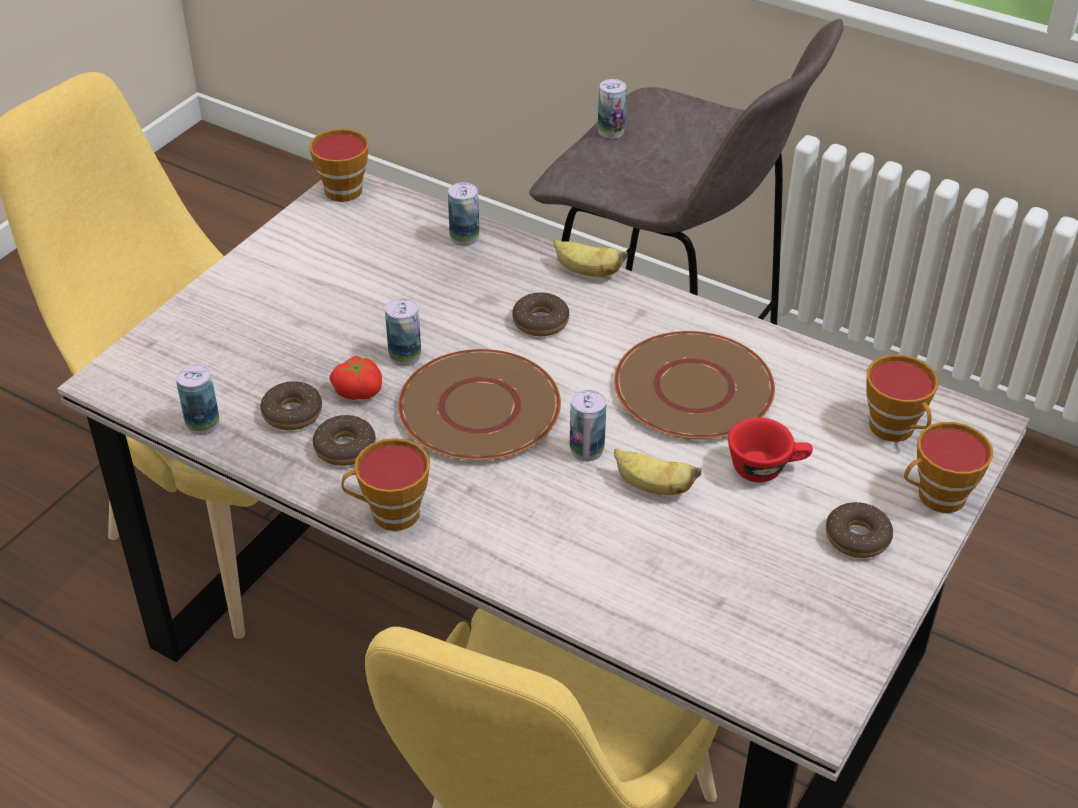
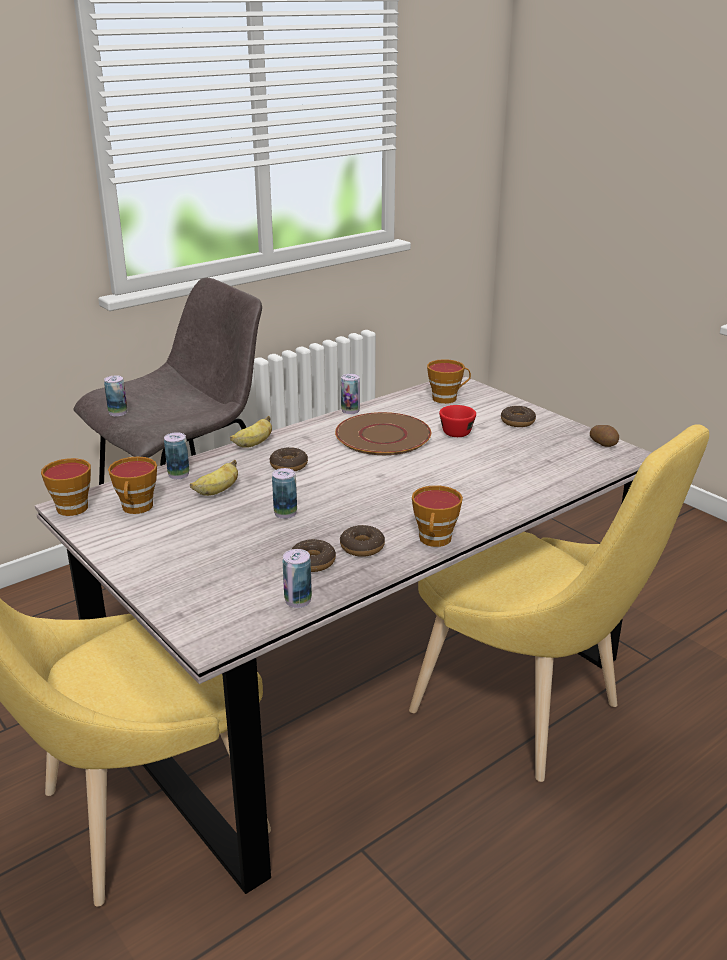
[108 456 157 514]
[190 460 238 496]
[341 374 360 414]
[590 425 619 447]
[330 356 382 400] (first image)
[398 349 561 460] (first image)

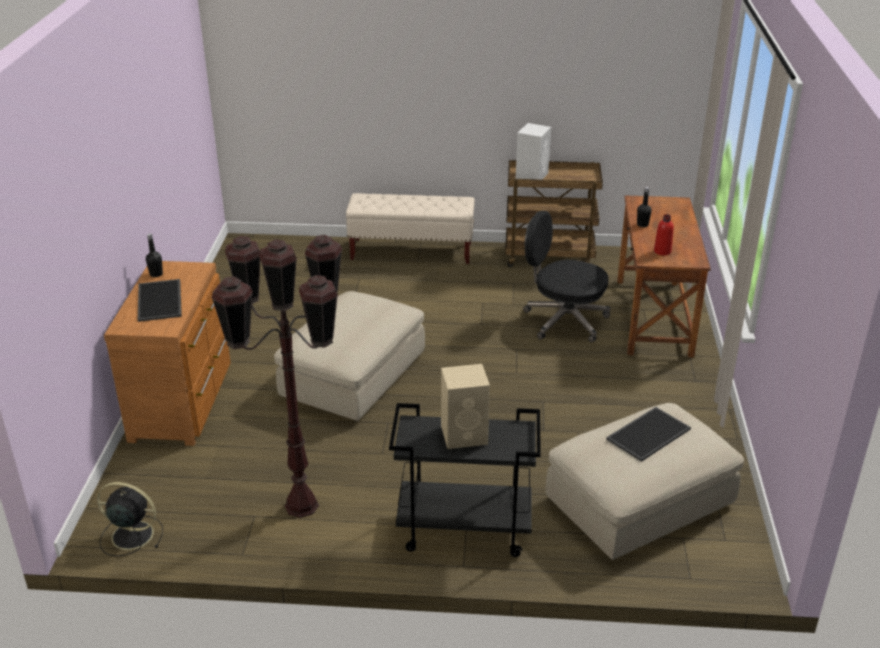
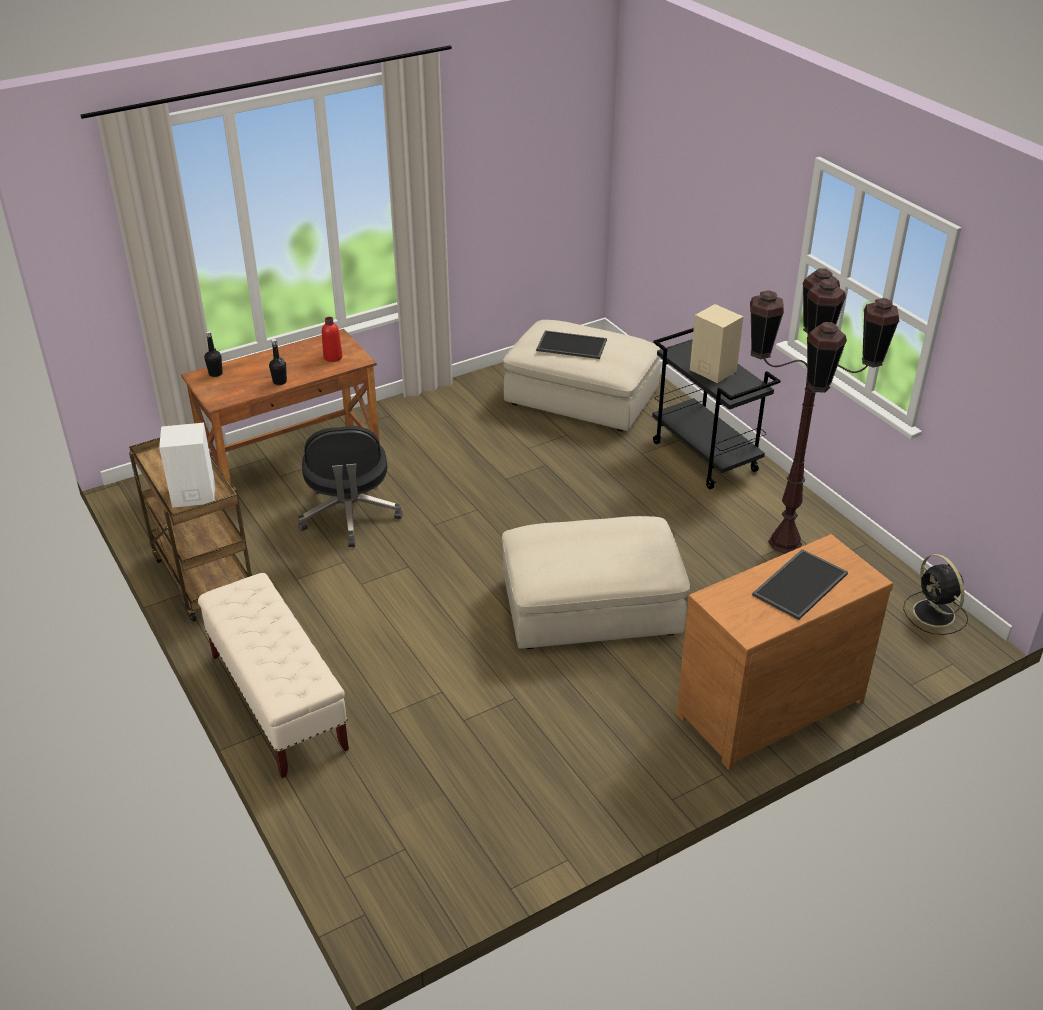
[204 331 223 377]

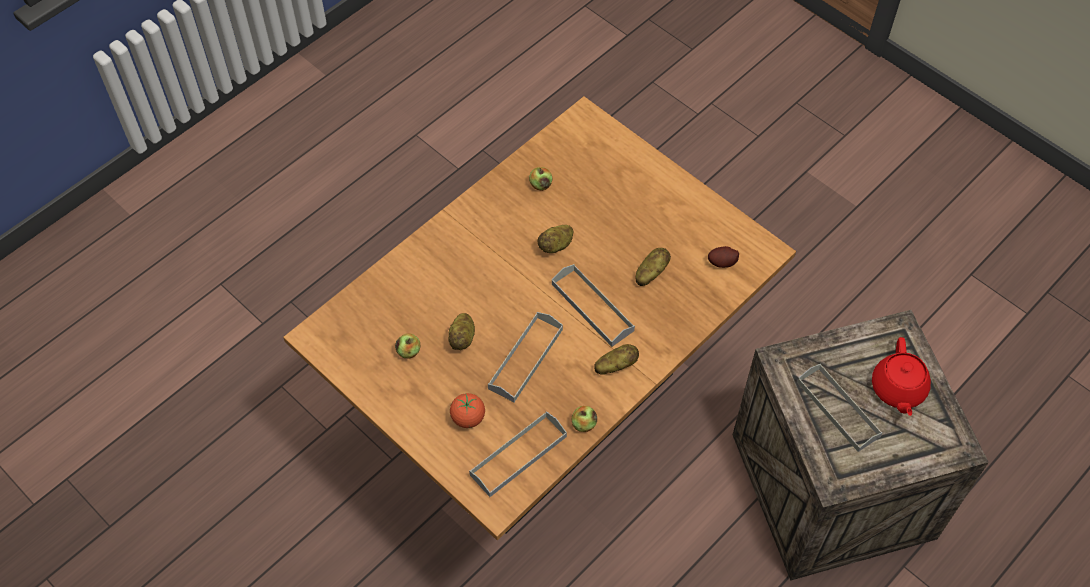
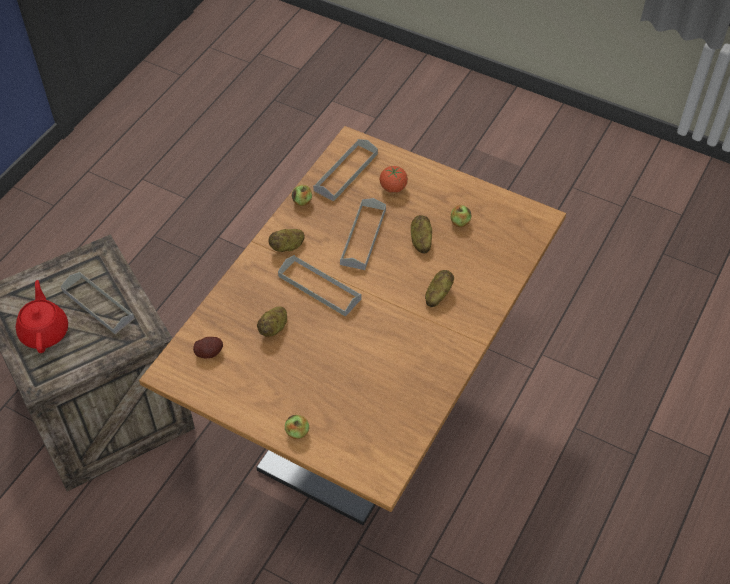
[285 415 309 439]
[425 270 454 307]

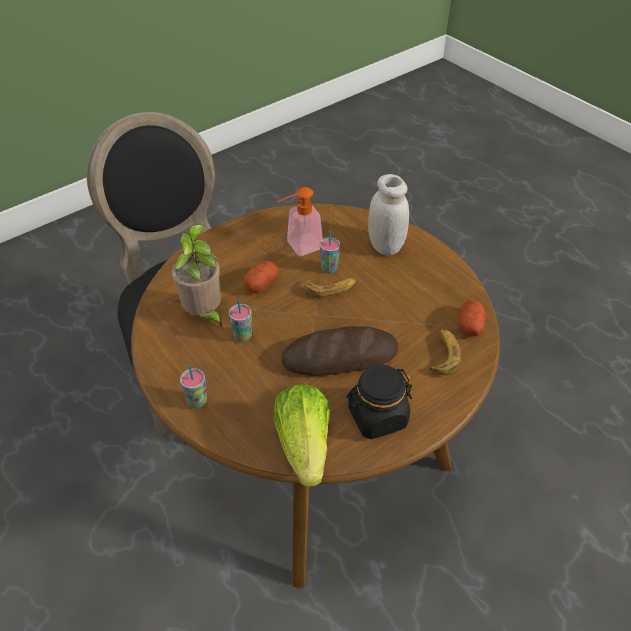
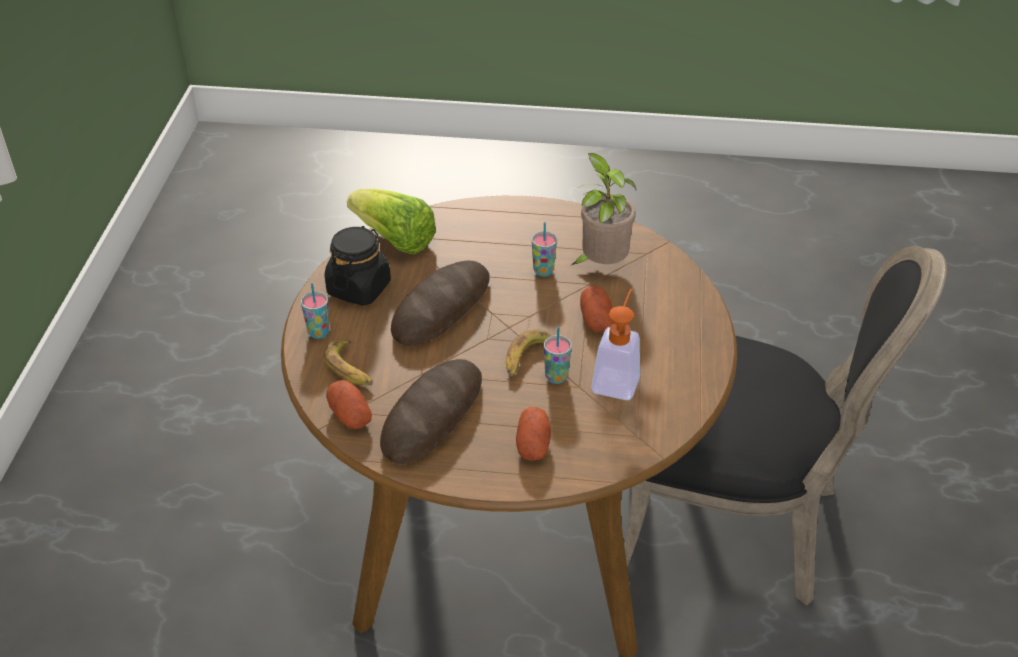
[301 283 330 339]
[380 359 482 464]
[516 407 551 461]

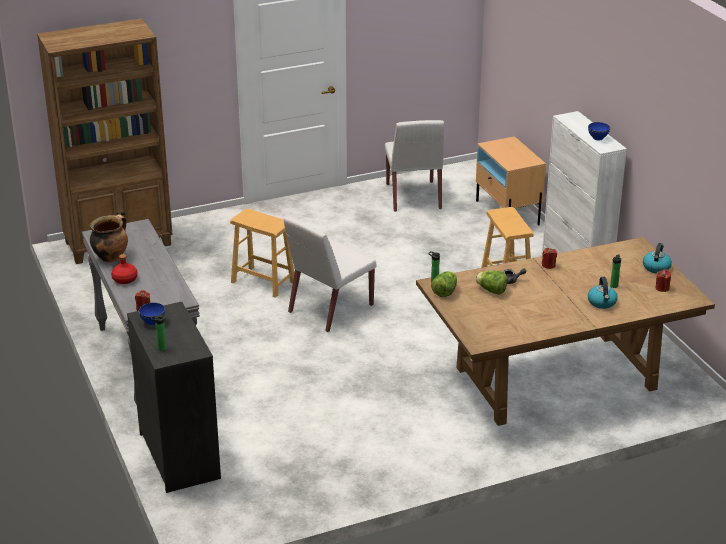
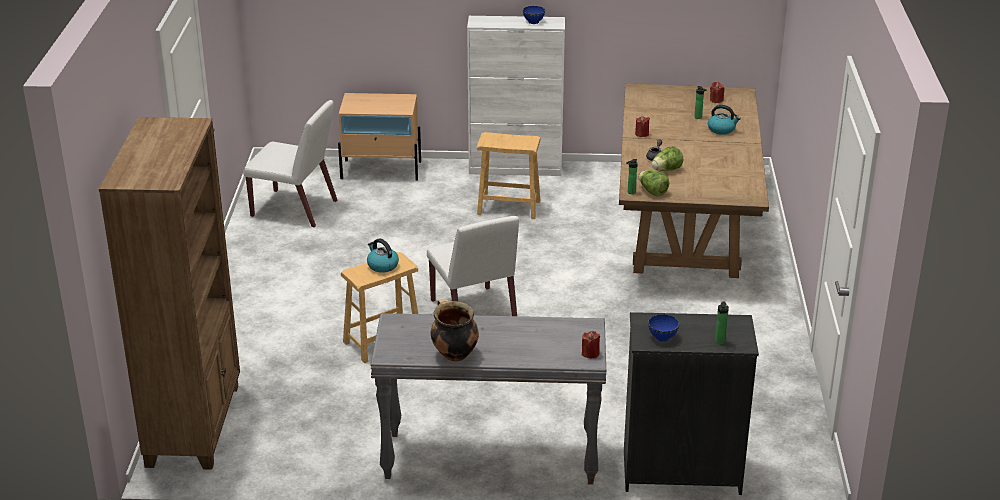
[367 238 399 273]
[111 254 138 284] (first image)

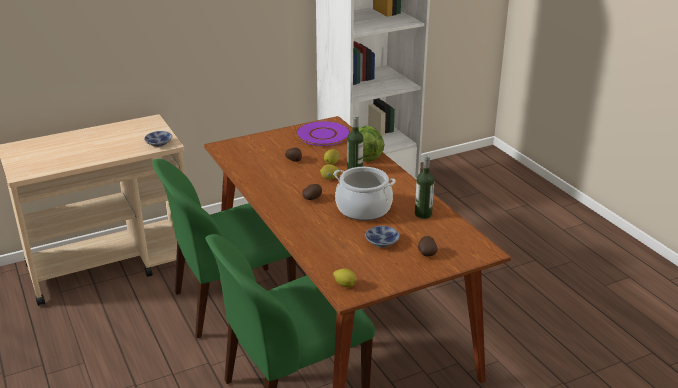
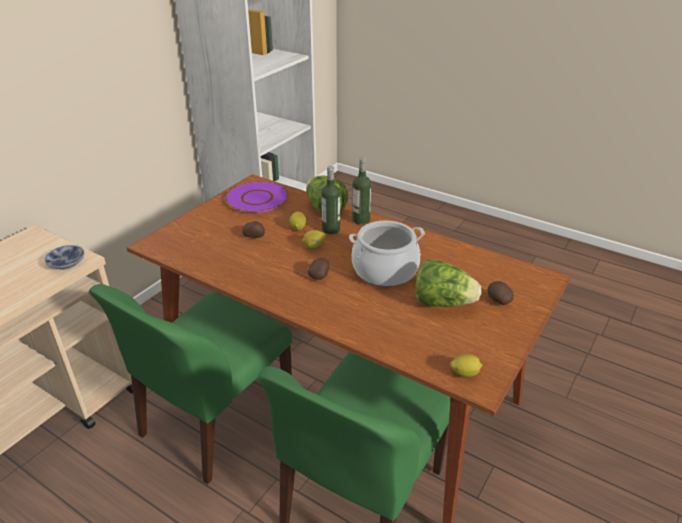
[352 157 371 225]
[415 259 481 307]

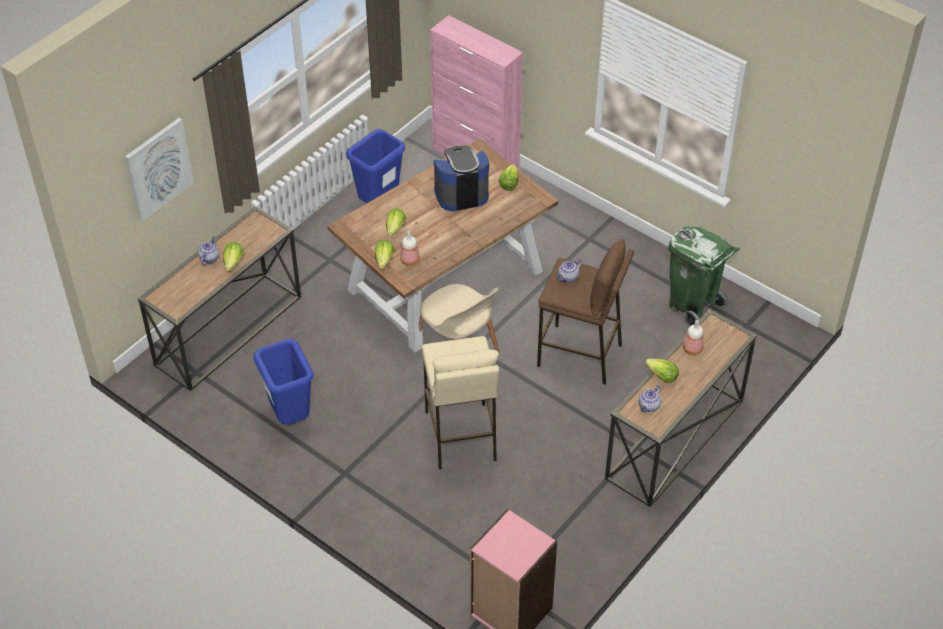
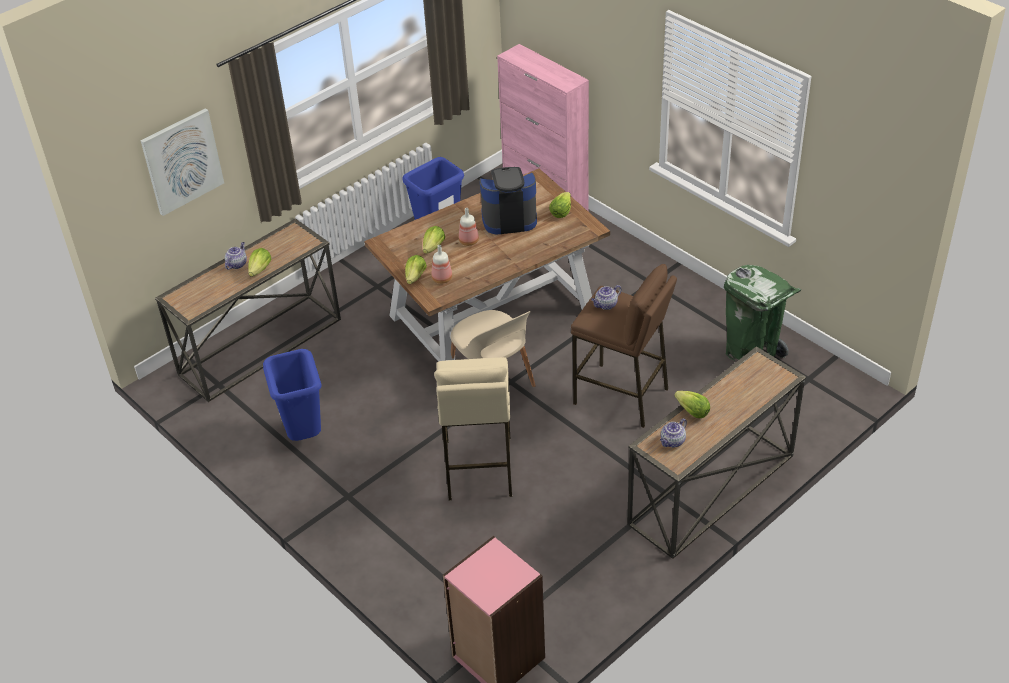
[459 208 479 246]

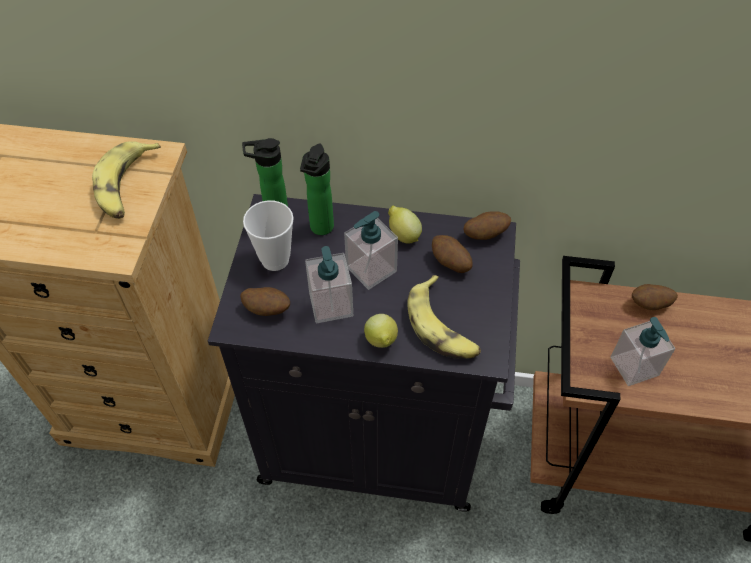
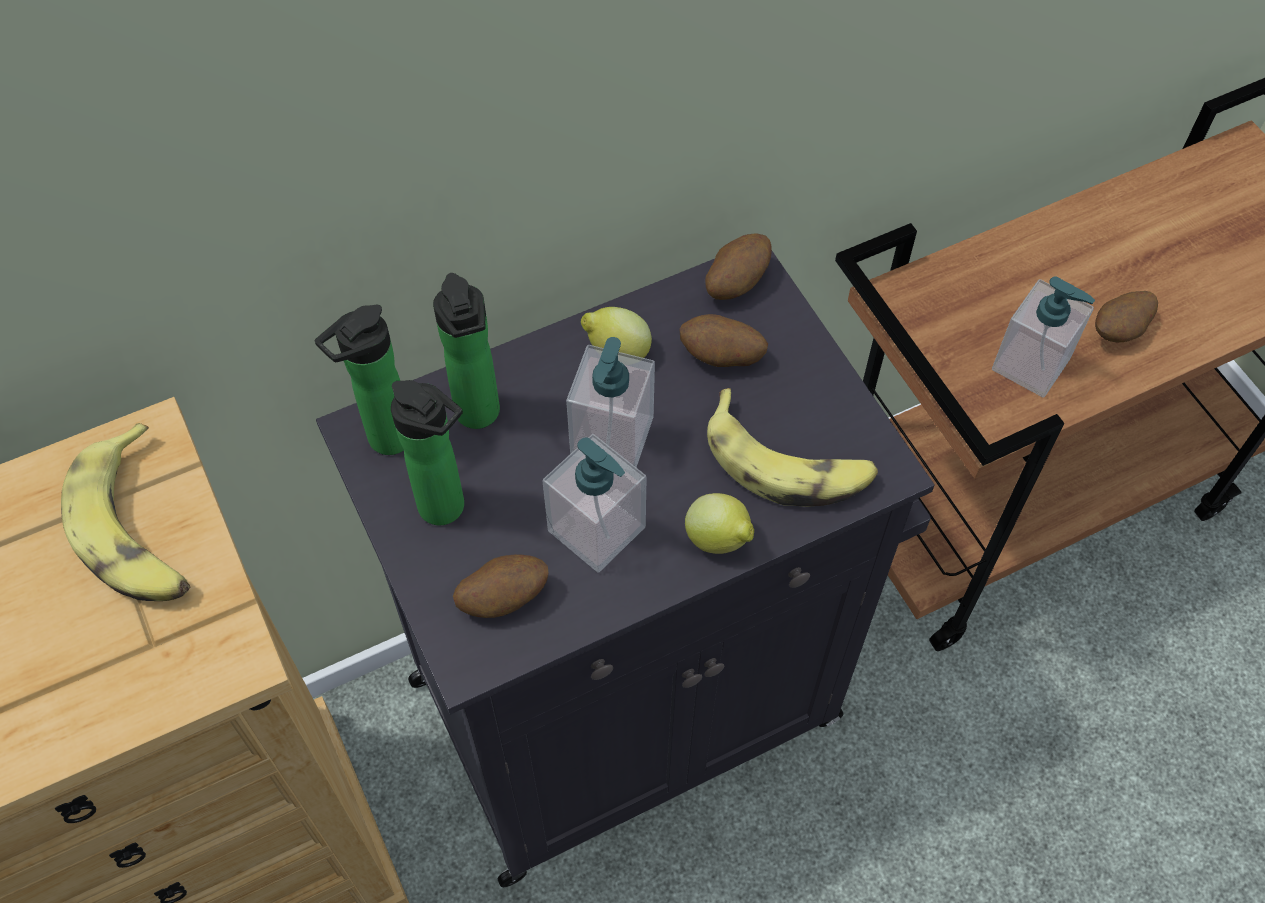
[391 380 464 525]
[1095 291 1158 342]

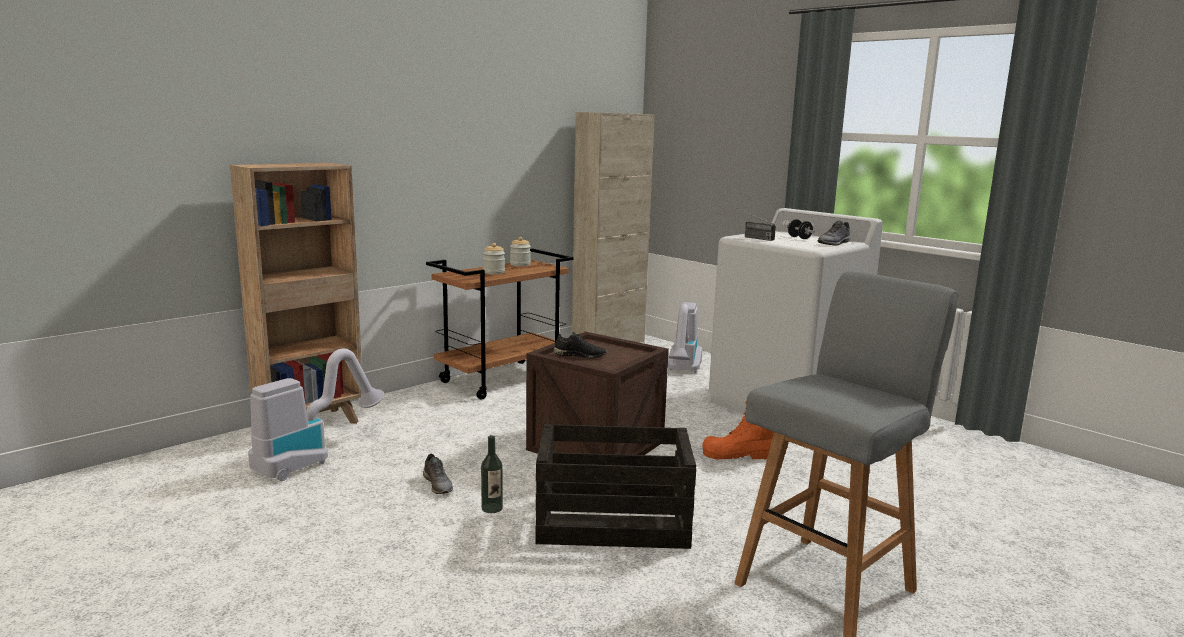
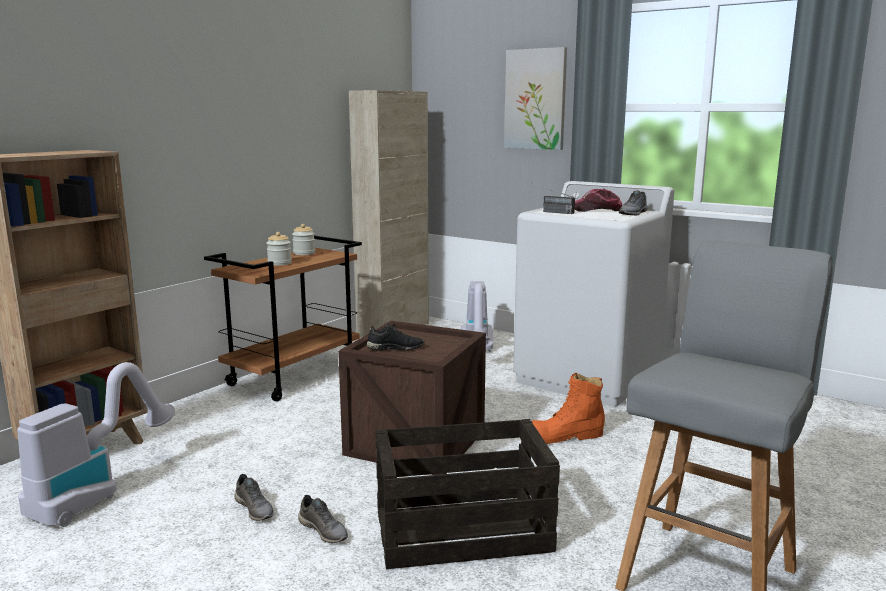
[298 495 348 543]
[504 47 567 150]
[575 188 622 212]

